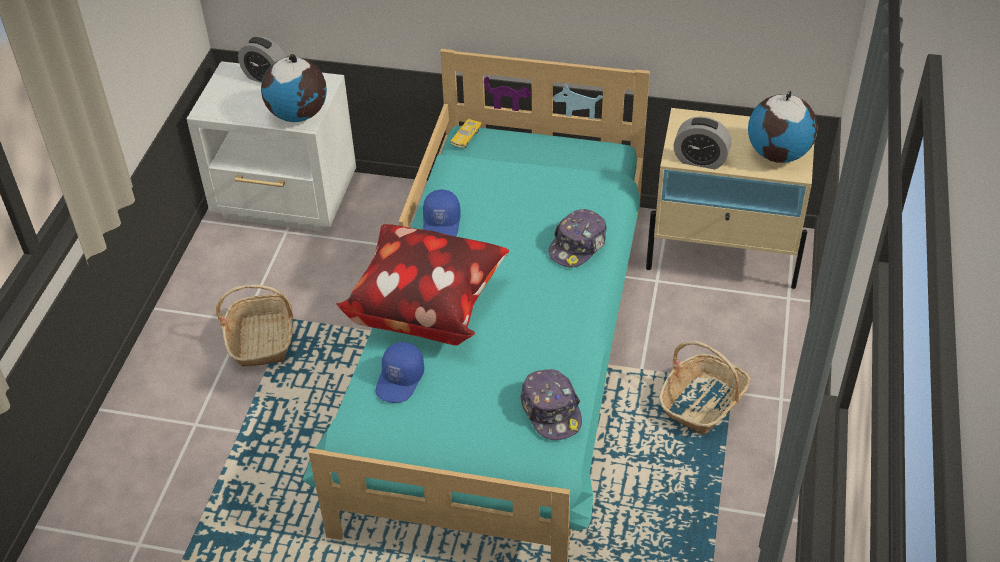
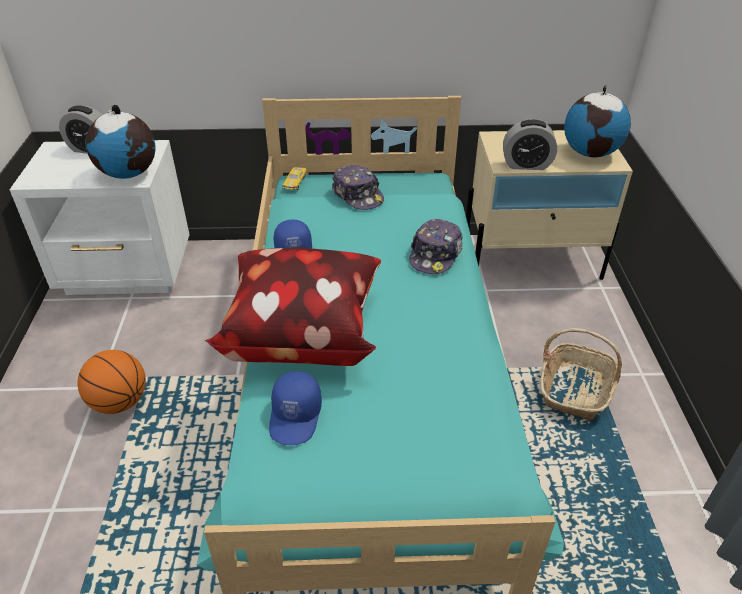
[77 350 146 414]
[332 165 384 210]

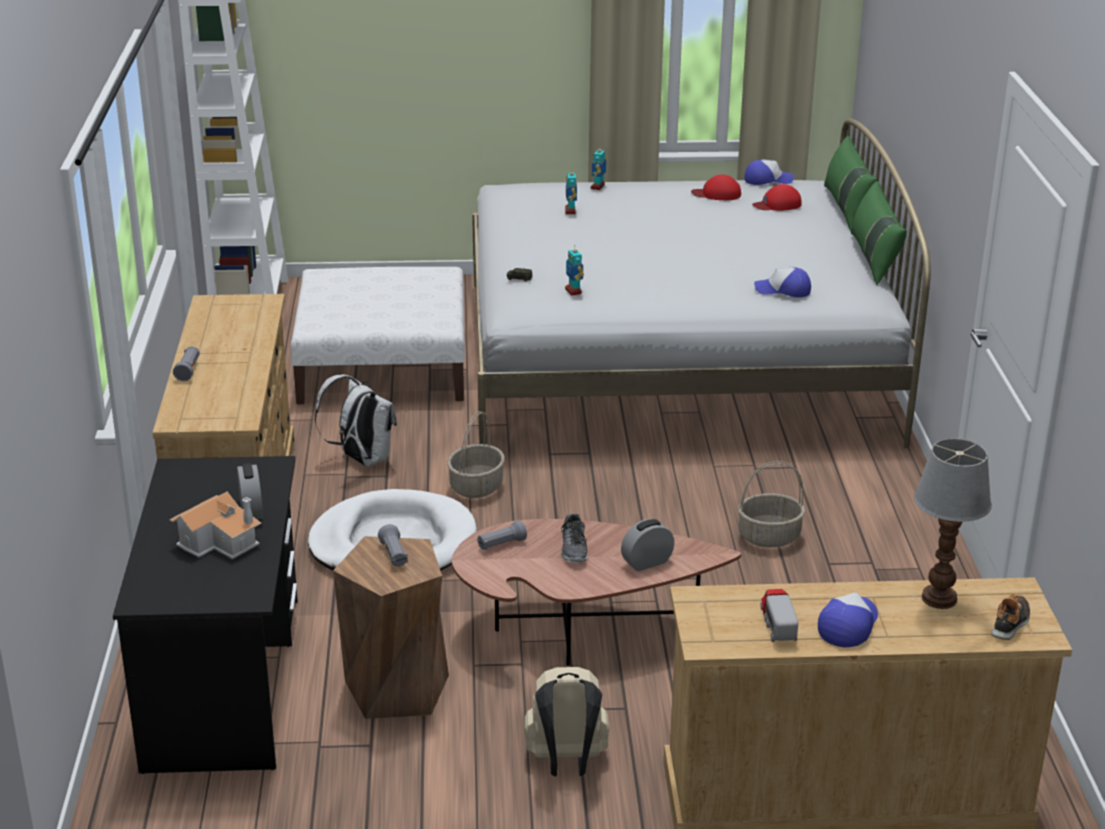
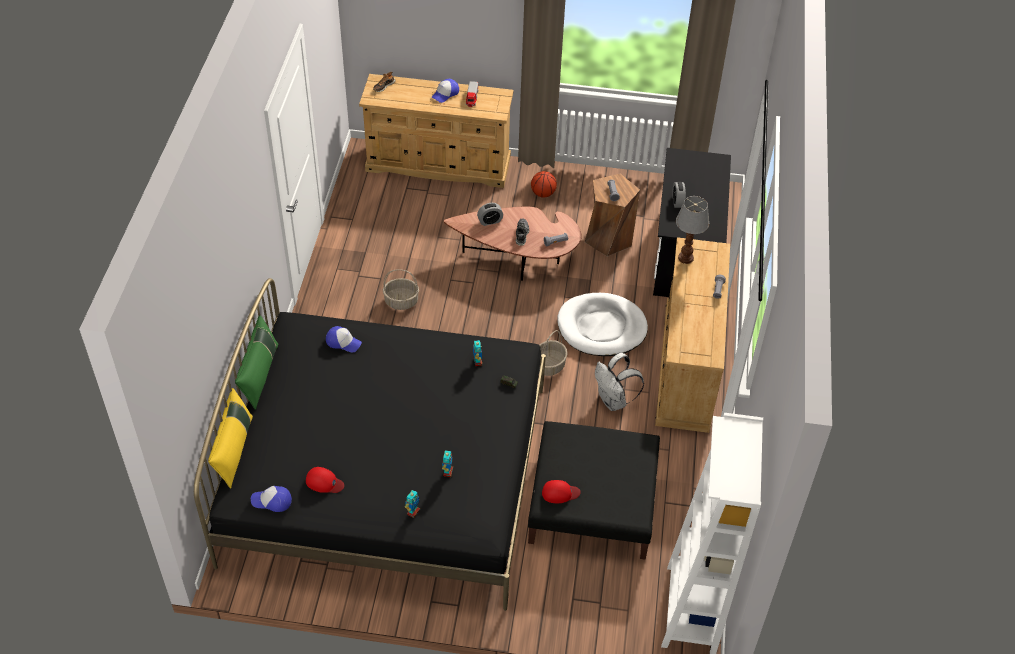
[194 278 546 611]
[208 388 253 489]
[528 421 660 560]
[531 171 557 198]
[542 480 581 503]
[676 196 709 264]
[170 492 261 559] (first image)

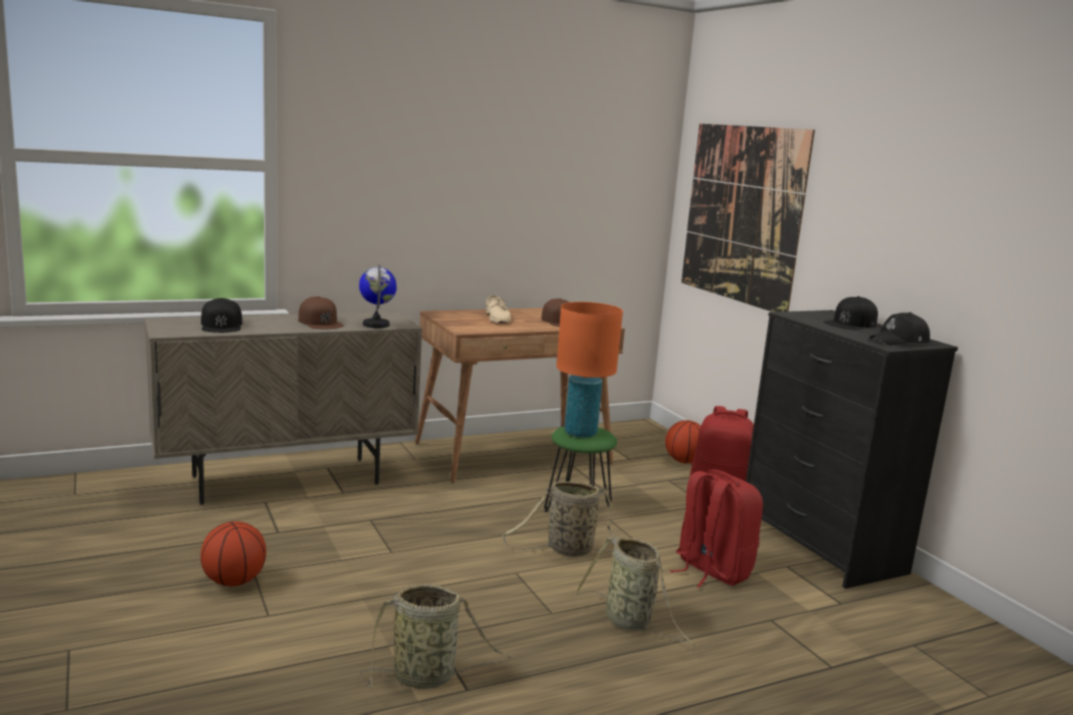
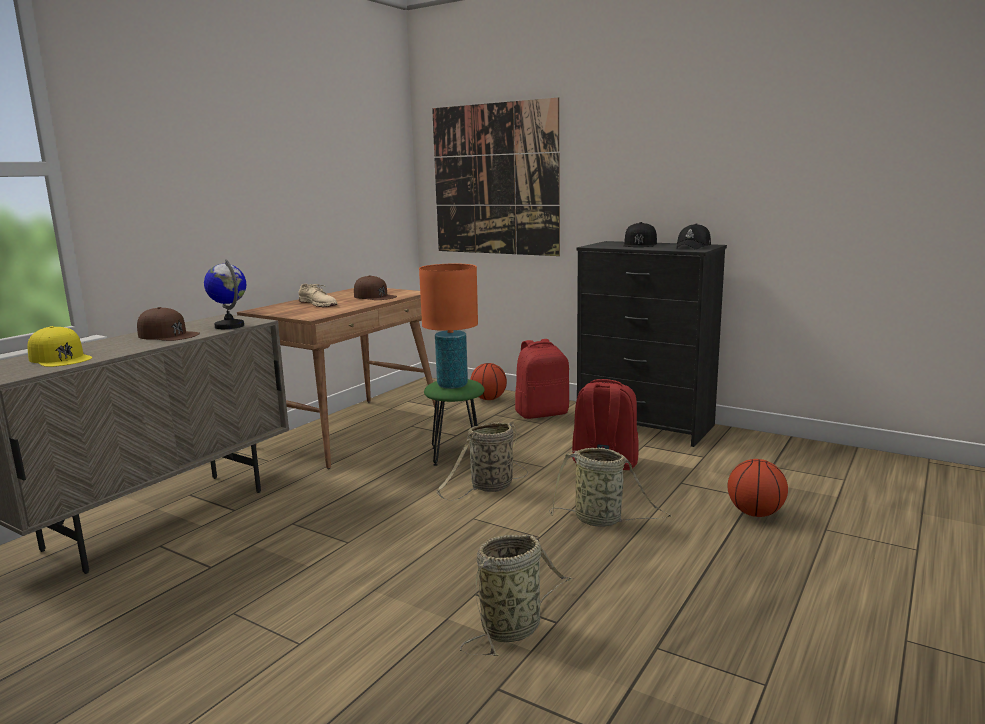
[28 326 92 367]
[727 459 788 517]

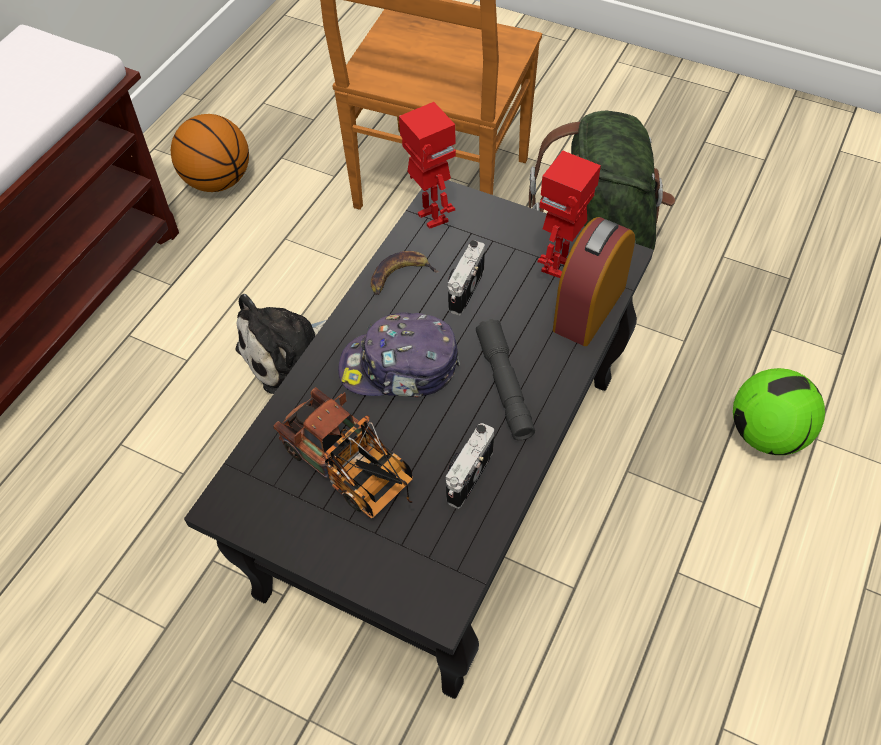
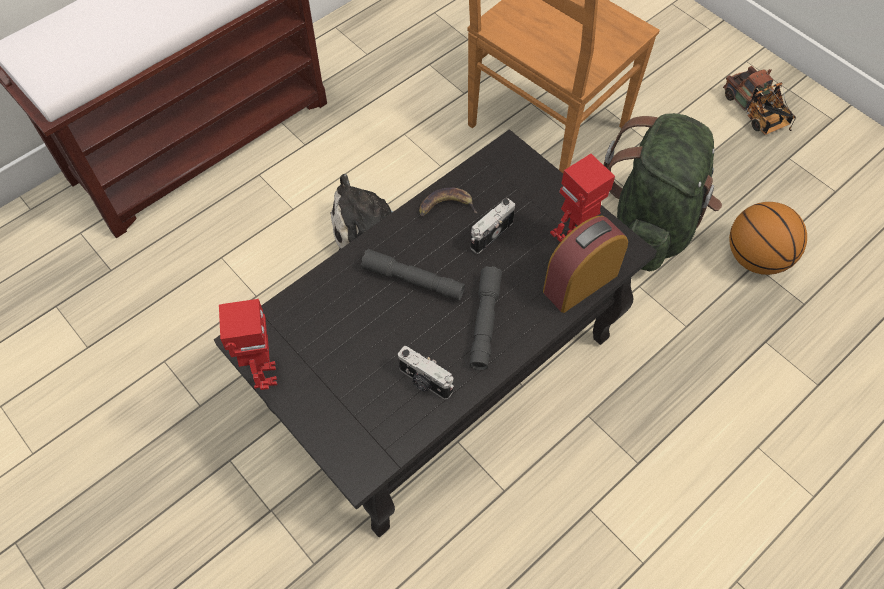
[219 299 277 390]
[361 249 465 301]
[398 346 454 399]
[723 66 796 135]
[729 202 807 275]
[733 368 825 455] (first image)

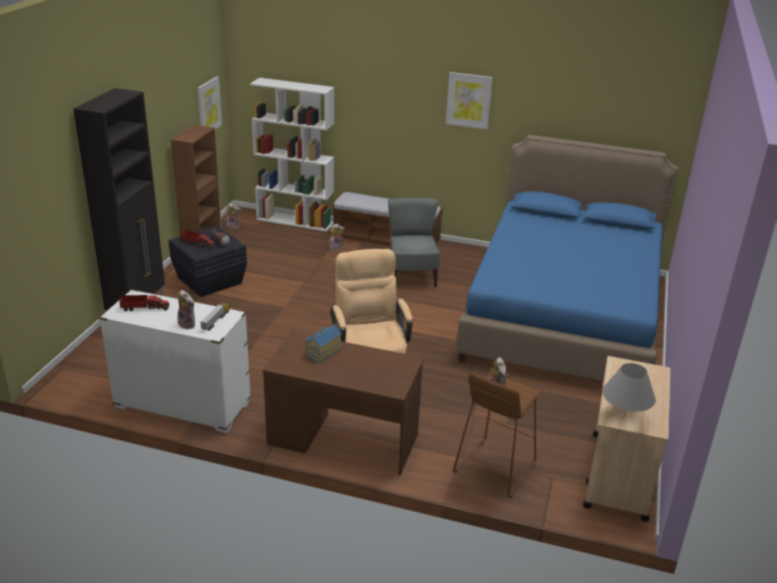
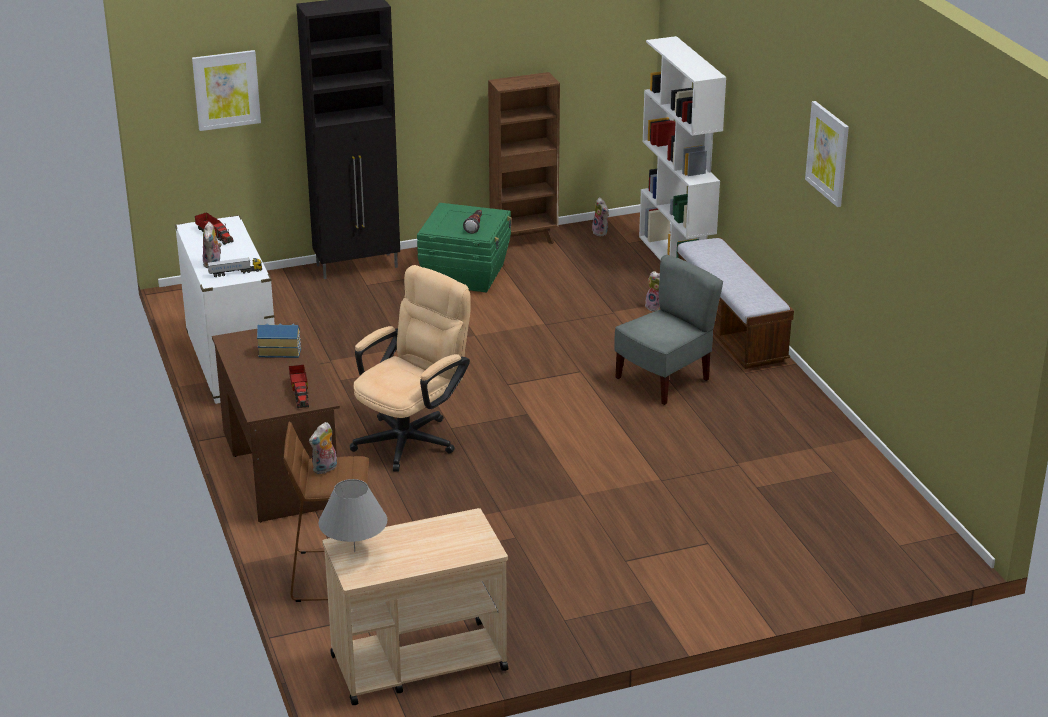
[192 50 261 131]
[289 365 309 408]
[417 203 512 292]
[456 135 678 381] (first image)

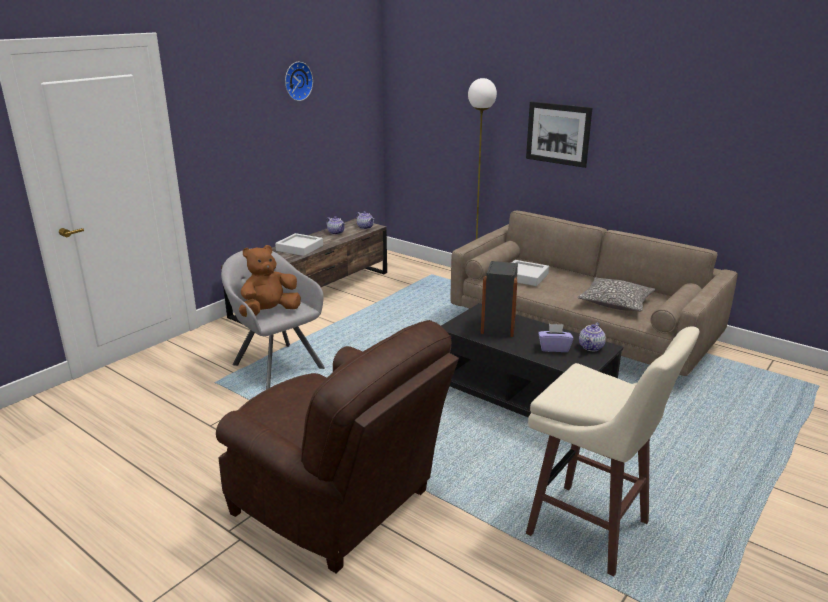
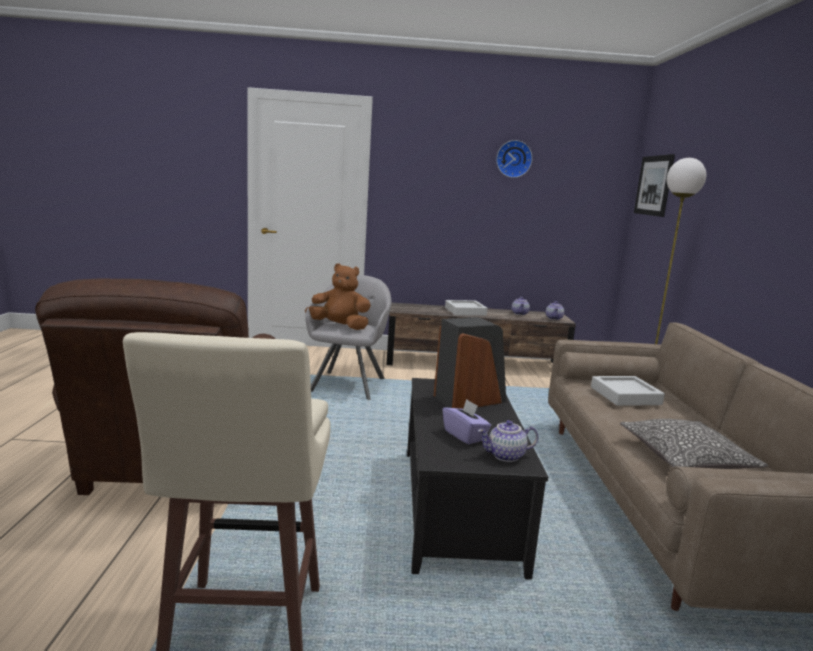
[634 154 675 217]

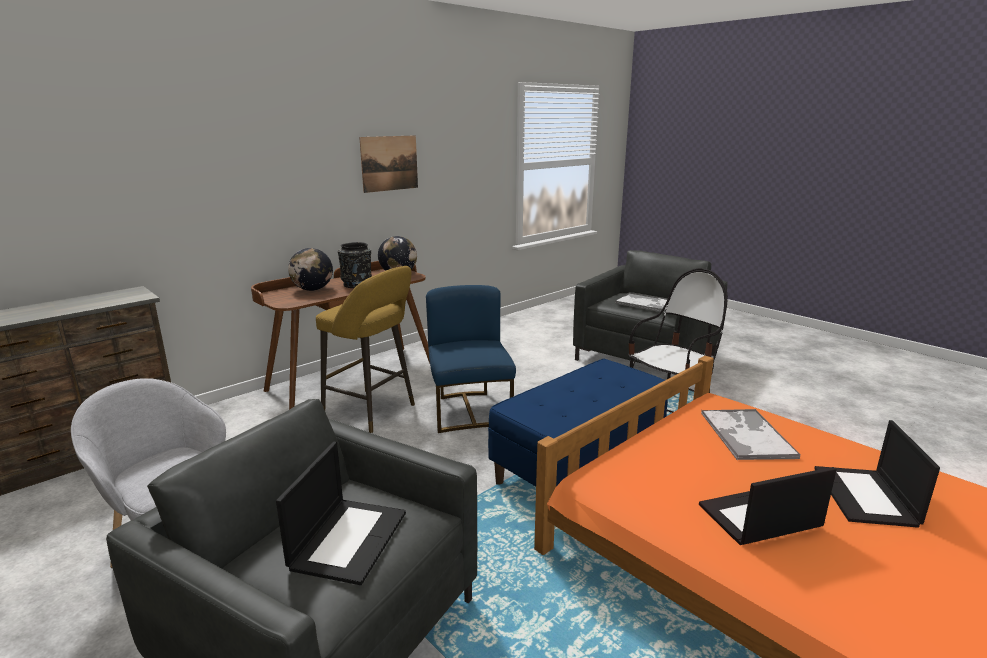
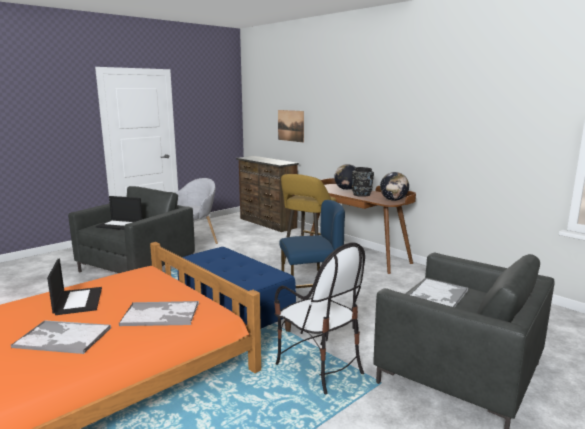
[11 320 111 354]
[278 110 304 143]

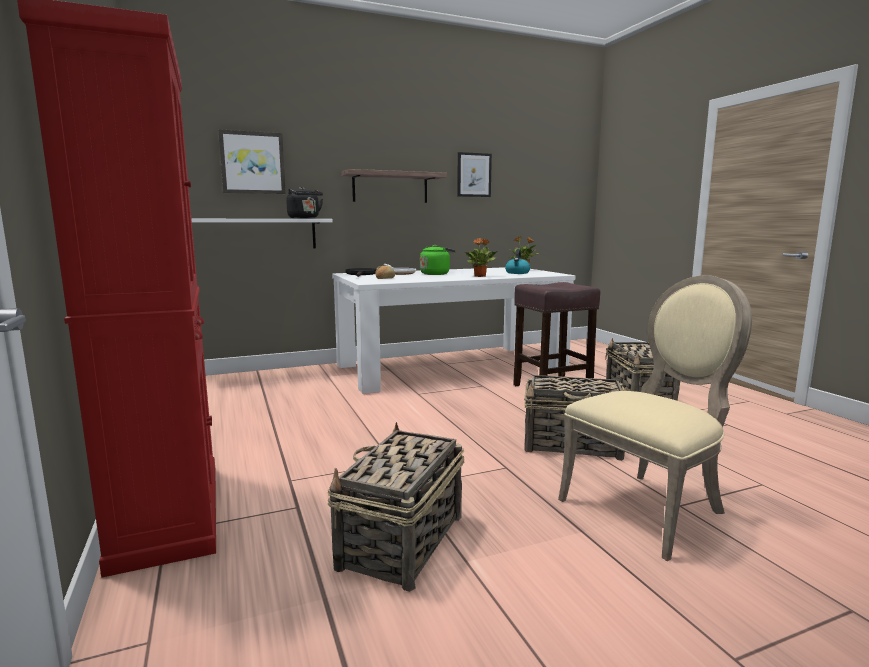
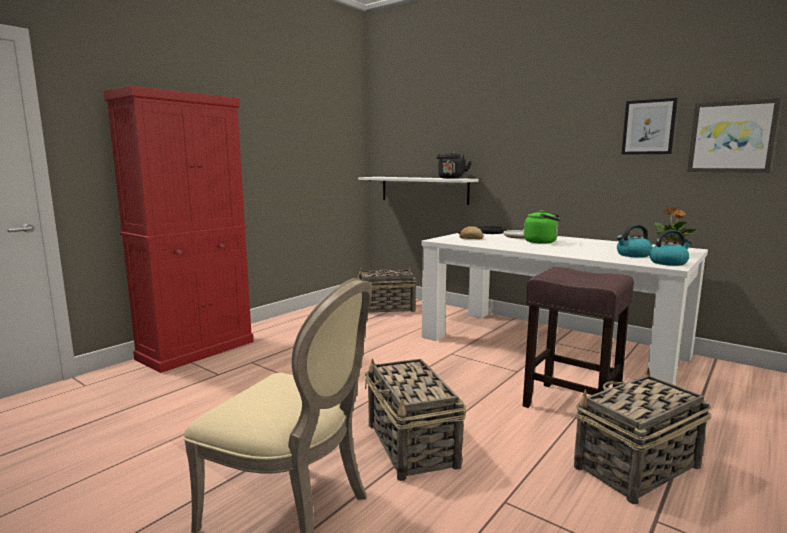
[358 266 417 313]
[649 230 692 266]
[687 98 781 173]
[341 169 447 203] (first image)
[465 238 498 277] (first image)

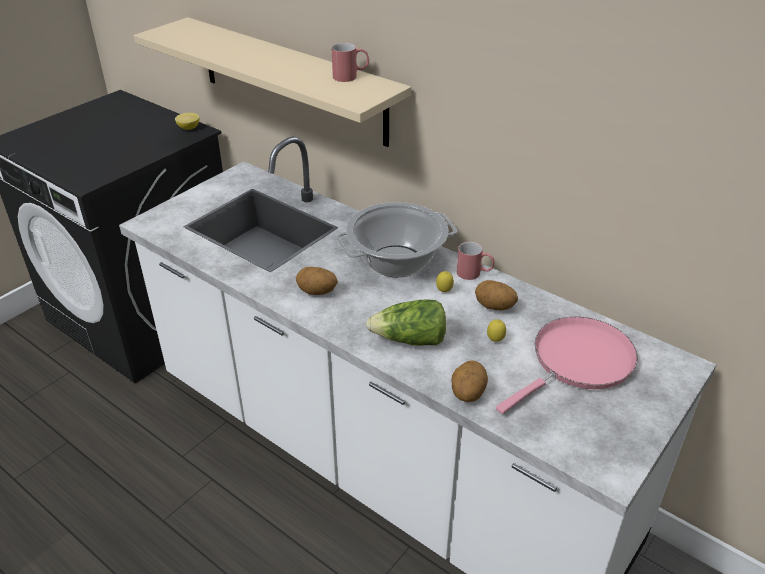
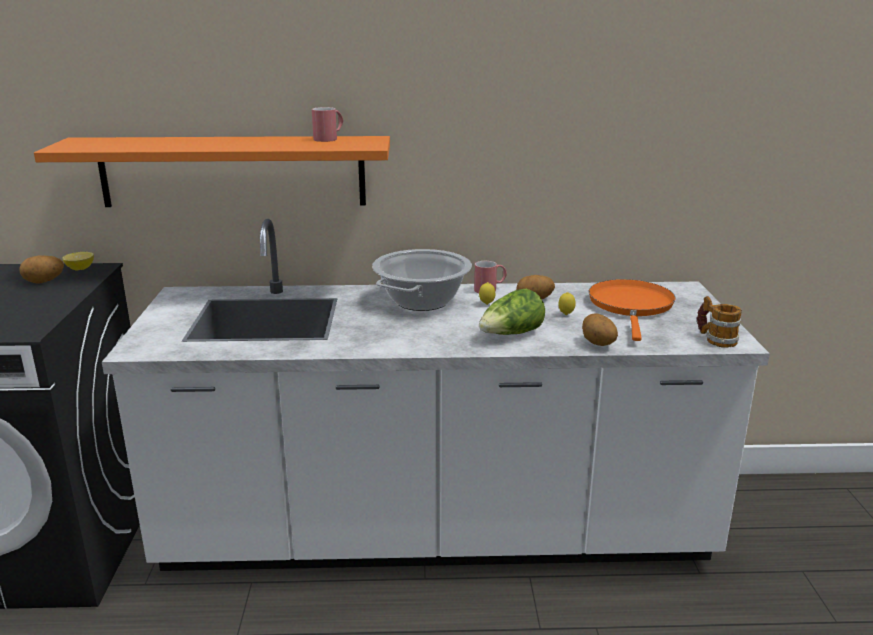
[19 255 64 284]
[34 136 390 207]
[589 279 675 341]
[697 296 742 347]

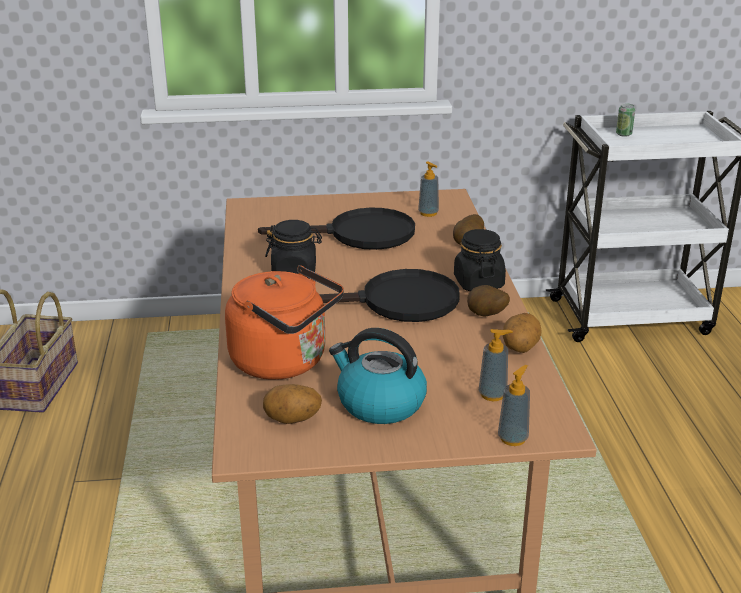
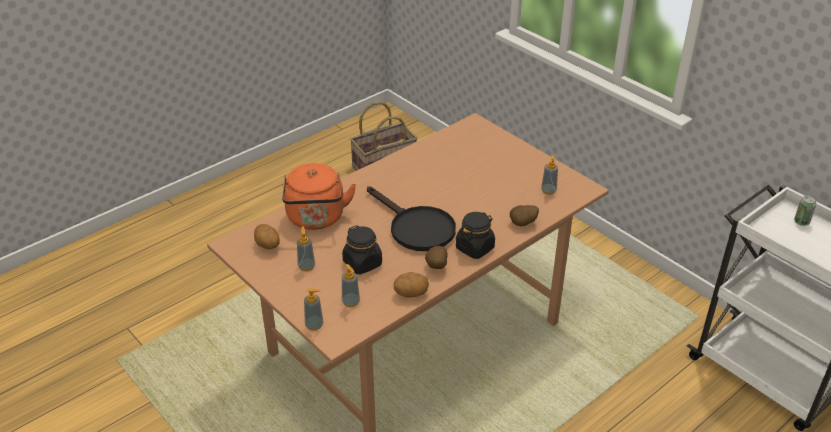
[297 226 315 271]
[342 225 382 275]
[258 207 415 250] (first image)

